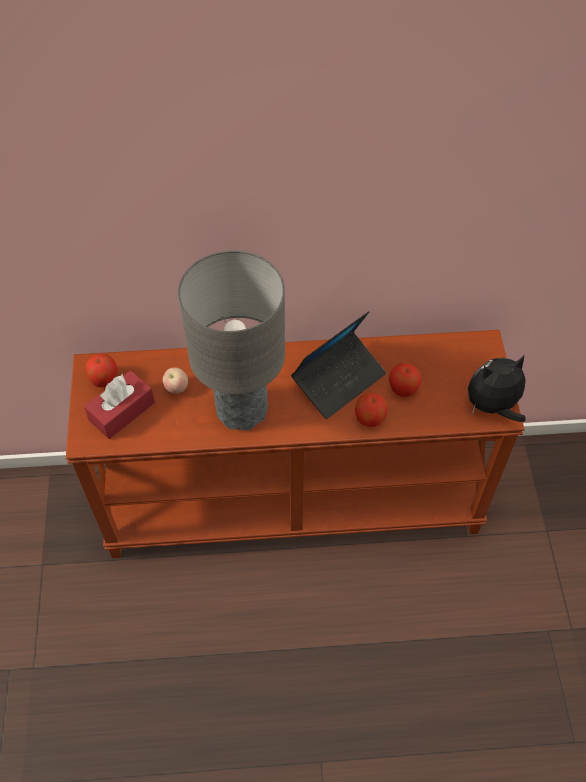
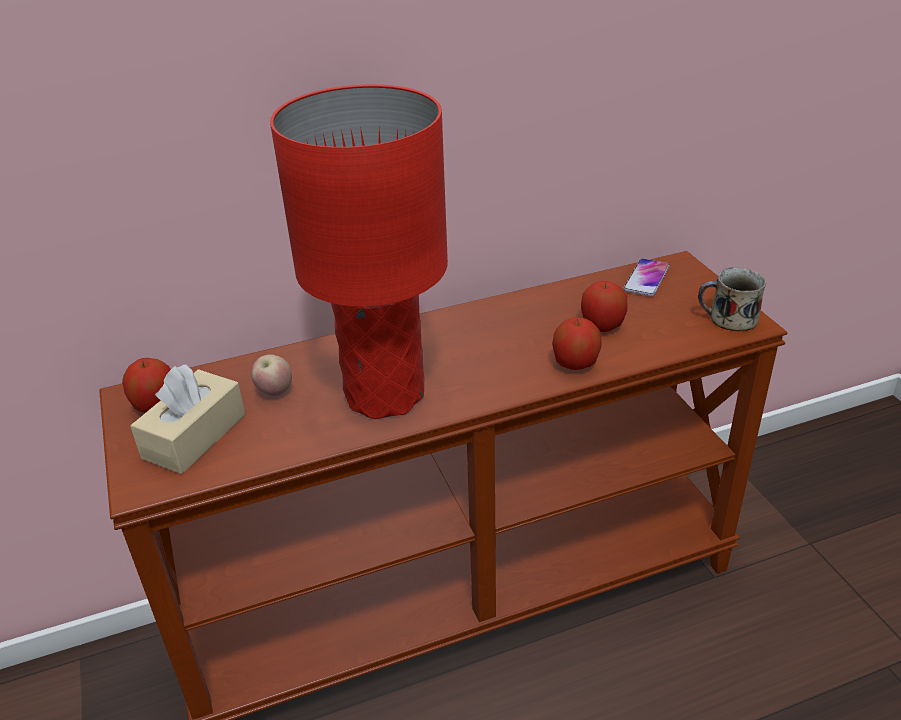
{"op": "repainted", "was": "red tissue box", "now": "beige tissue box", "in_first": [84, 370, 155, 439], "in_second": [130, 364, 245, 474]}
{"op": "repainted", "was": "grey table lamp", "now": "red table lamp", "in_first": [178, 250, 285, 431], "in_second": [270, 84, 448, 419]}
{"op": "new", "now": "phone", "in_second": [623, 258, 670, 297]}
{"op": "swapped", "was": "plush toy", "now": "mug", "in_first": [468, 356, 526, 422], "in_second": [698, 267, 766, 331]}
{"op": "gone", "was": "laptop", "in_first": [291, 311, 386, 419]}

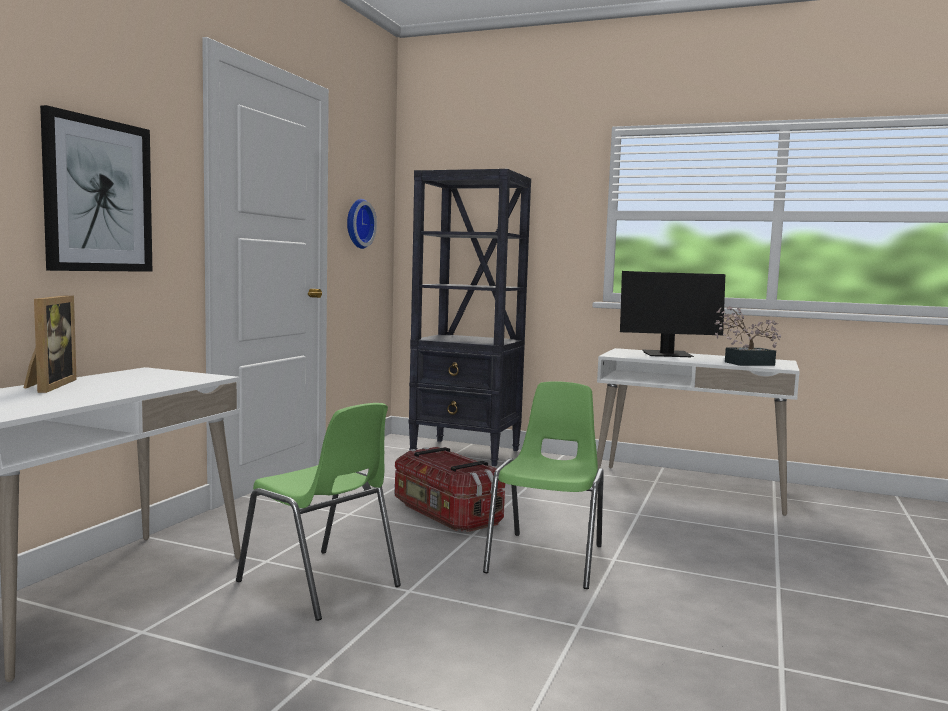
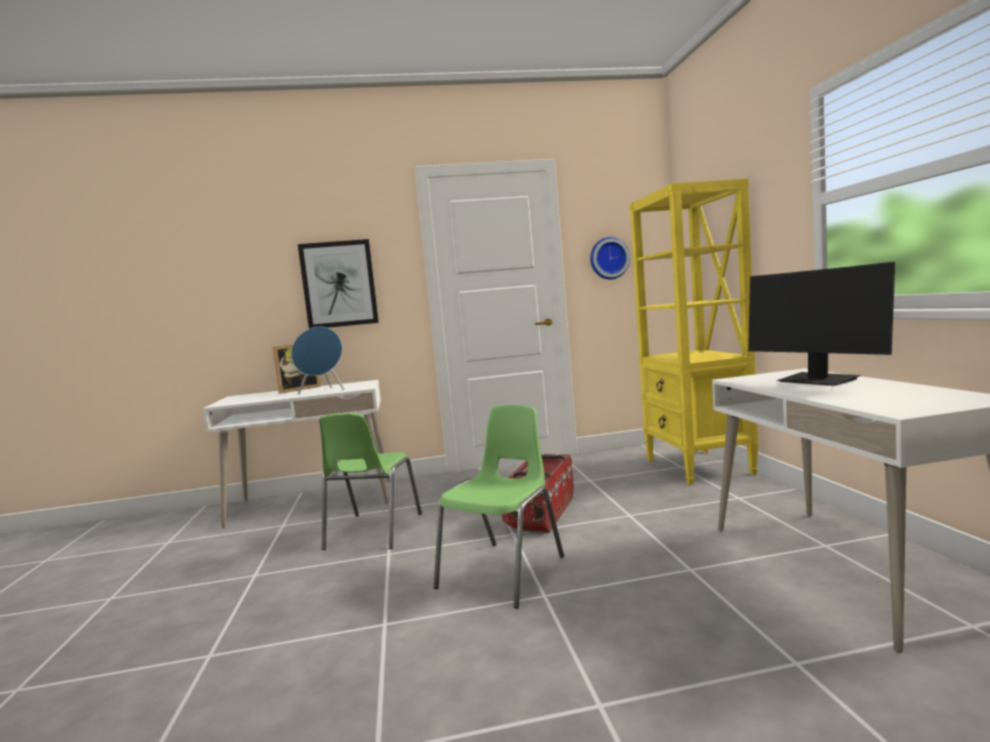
{"op": "new", "now": "blue speaker", "in_second": [291, 327, 345, 394]}
{"op": "rotated", "was": "green chair", "in_first": [483, 381, 604, 589], "in_second": [434, 405, 564, 609], "clockwise": -45}
{"op": "repainted", "was": "black bookcase", "now": "yellow bookcase", "in_first": [408, 169, 531, 466], "in_second": [629, 178, 758, 485]}
{"op": "gone", "was": "potted plant", "in_first": [715, 306, 781, 366]}

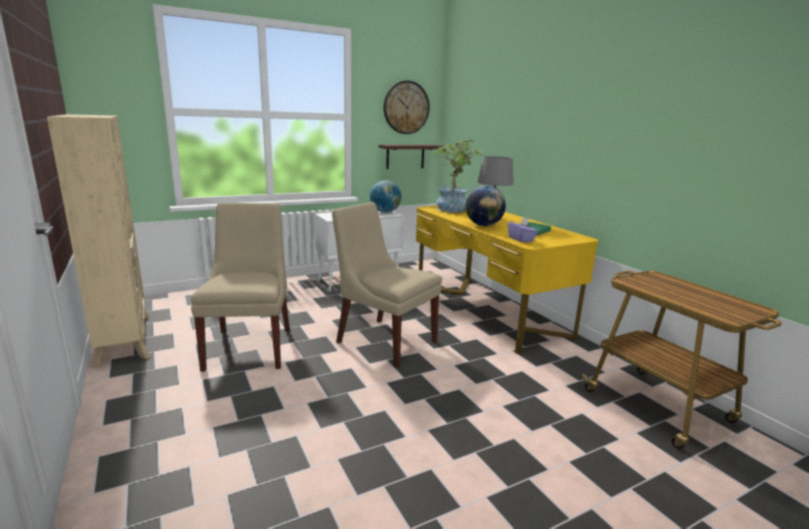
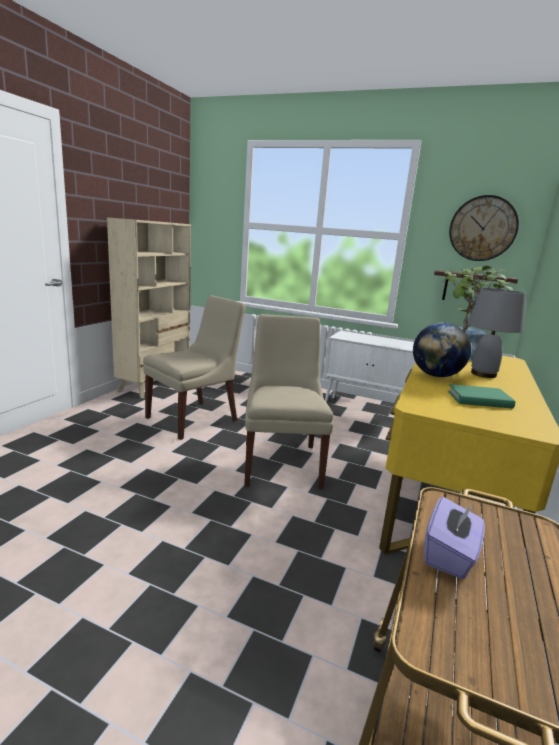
{"op": "shifted", "was": "purple tissue box", "in_first": [508, 217, 538, 243], "in_second": [424, 497, 485, 579]}
{"op": "gone", "was": "globe", "in_first": [370, 180, 402, 213]}

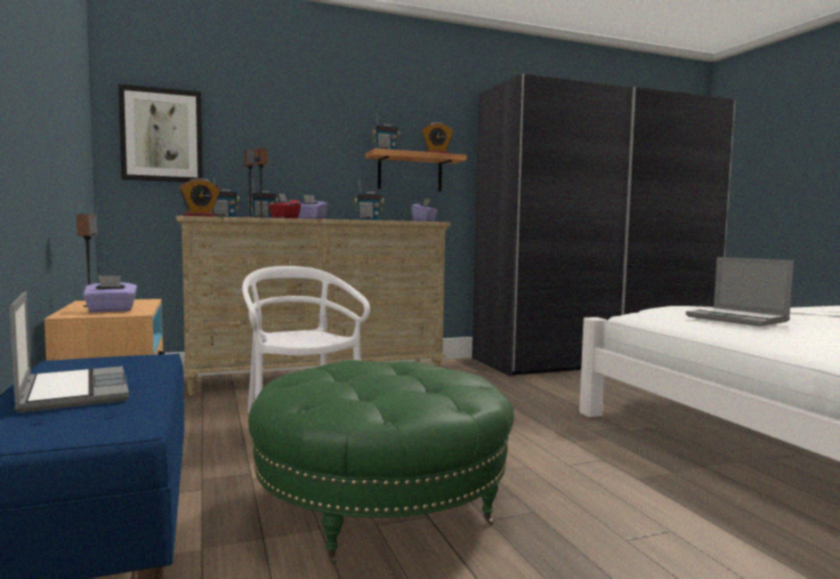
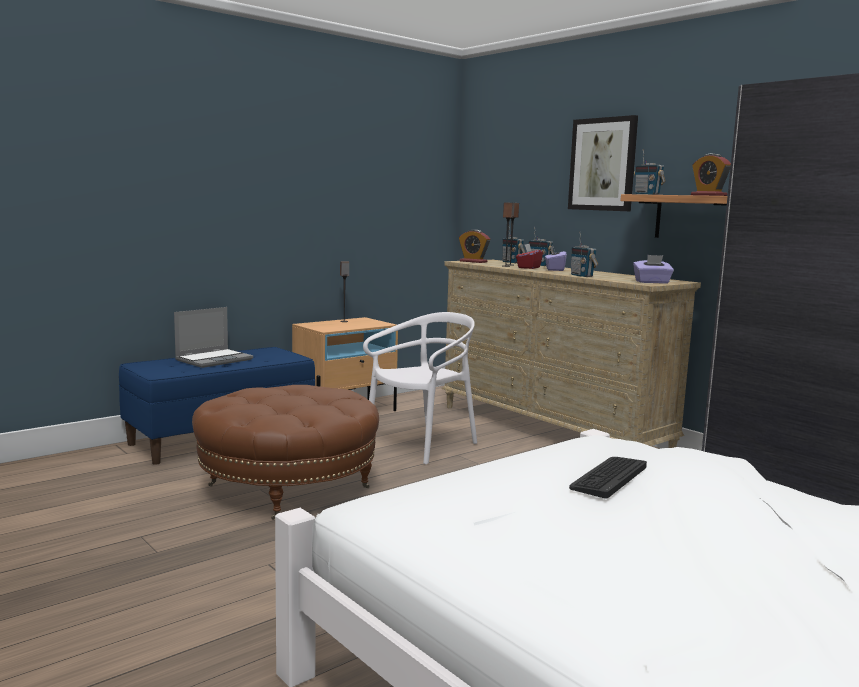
{"op": "repainted", "was": "green ottoman", "now": "brown ottoman", "in_first": [248, 360, 514, 564], "in_second": [192, 385, 379, 520]}
{"op": "shifted", "was": "picture", "in_first": [118, 84, 203, 182], "in_second": [568, 115, 638, 211]}
{"op": "swapped", "was": "laptop", "now": "keyboard", "in_first": [686, 257, 794, 326], "in_second": [569, 457, 647, 499]}
{"op": "gone", "was": "purple tissue box", "in_first": [83, 275, 137, 312]}

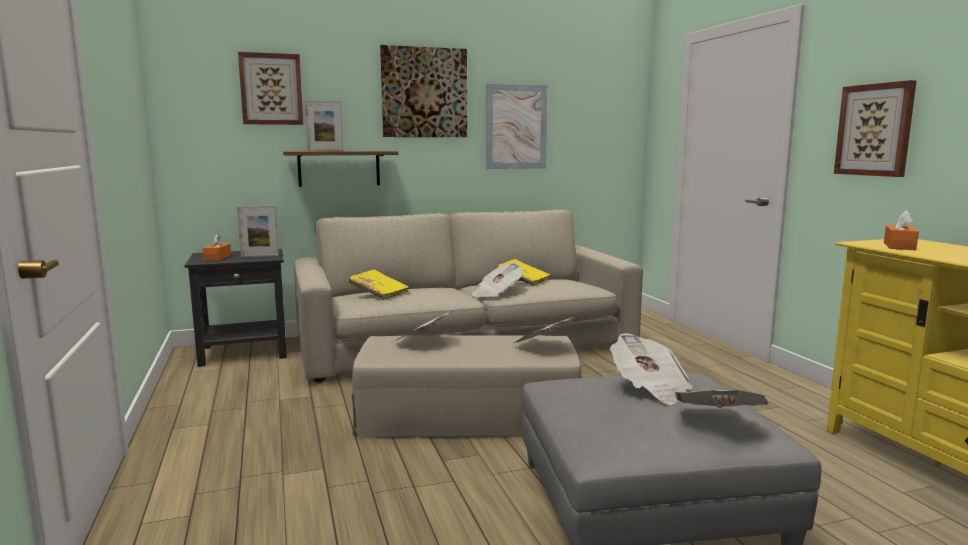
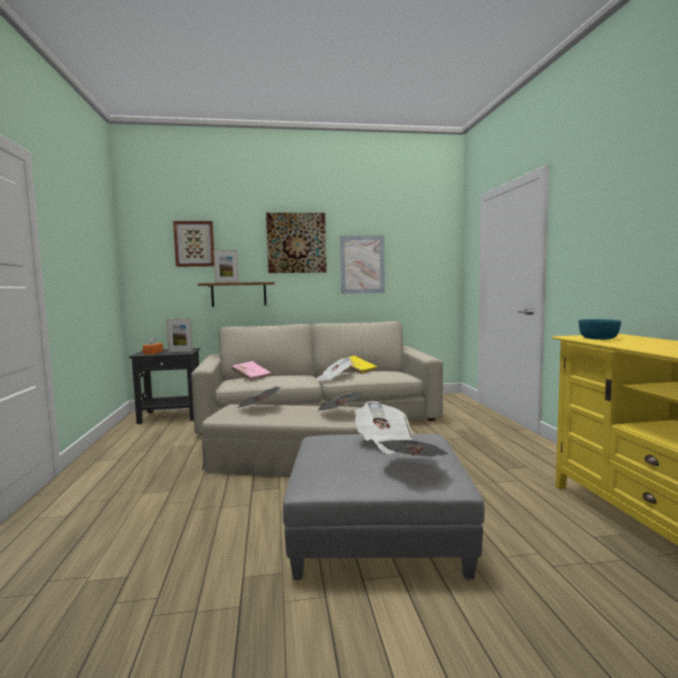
{"op": "repainted", "was": "yellow book", "now": "pink book", "in_first": [349, 269, 409, 300], "in_second": [232, 361, 272, 381]}
{"op": "swapped", "was": "orange tissue box", "now": "turquoise bowl", "in_first": [884, 210, 919, 250], "in_second": [579, 319, 621, 340]}
{"op": "gone", "was": "picture", "in_first": [834, 80, 917, 177]}

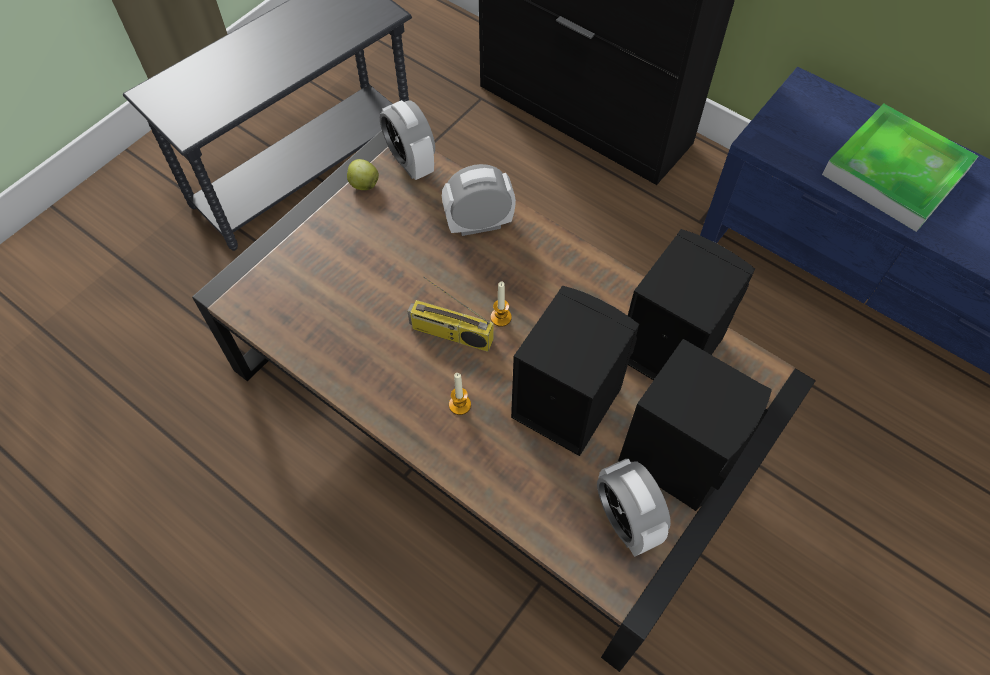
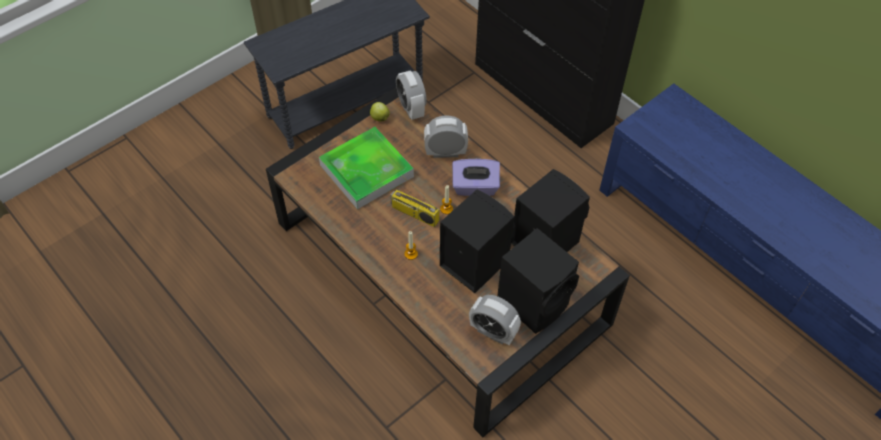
{"op": "shifted", "was": "tray", "in_first": [822, 104, 979, 232], "in_second": [319, 127, 414, 209]}
{"op": "new", "now": "purple tissue box", "in_second": [452, 159, 500, 196]}
{"op": "rotated", "was": "alarm clock", "in_first": [597, 459, 671, 557], "in_second": [469, 295, 521, 345], "clockwise": -45}

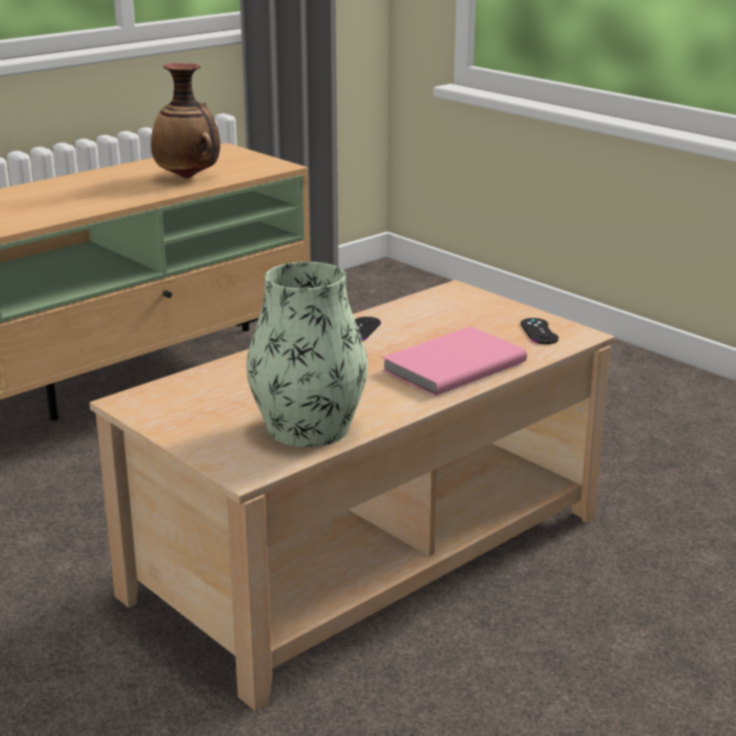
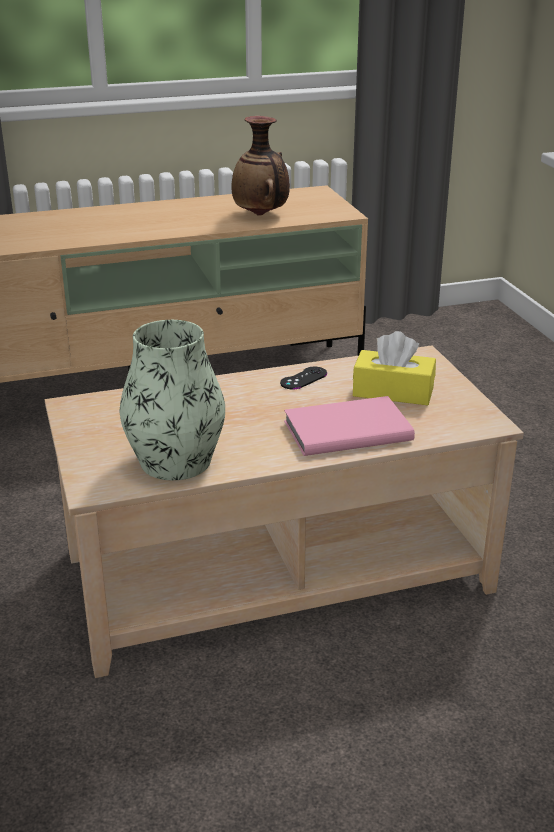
{"op": "new", "now": "yellow tissue box", "in_second": [353, 331, 436, 405]}
{"op": "gone", "was": "black game controller", "in_first": [521, 318, 559, 344]}

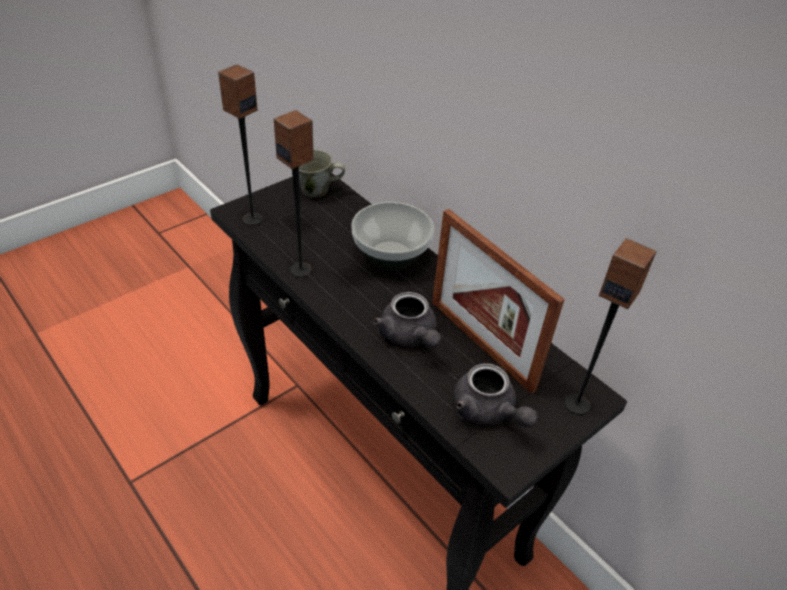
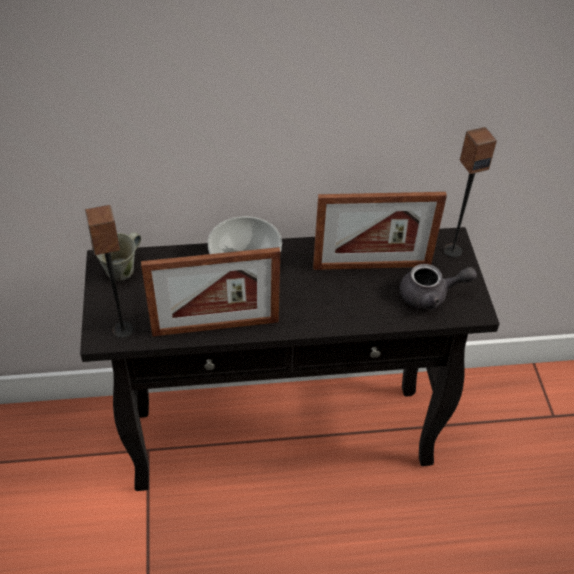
{"op": "swapped", "was": "speaker", "now": "picture frame", "in_first": [274, 110, 314, 277], "in_second": [141, 247, 280, 336]}
{"op": "gone", "was": "grey teapot", "in_first": [373, 292, 442, 348]}

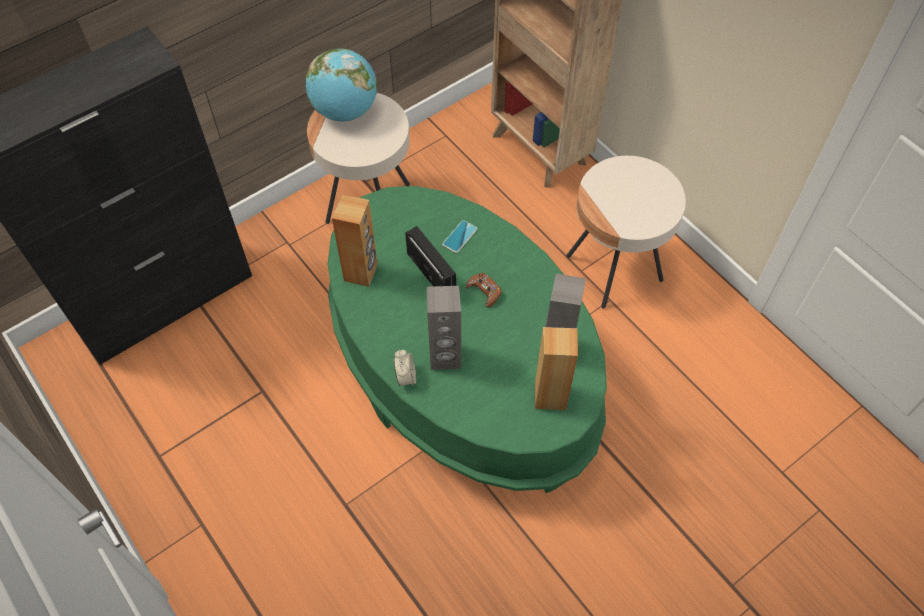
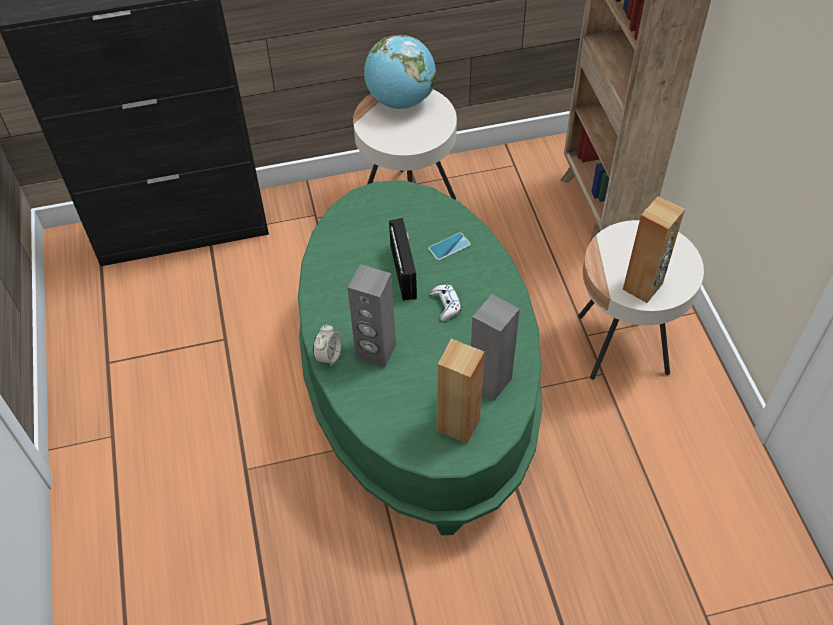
{"op": "repainted", "was": "brown game controller", "now": "white game controller", "in_first": [466, 273, 502, 308], "in_second": [430, 285, 462, 321]}
{"op": "shifted", "was": "brown speaker", "in_first": [332, 195, 378, 287], "in_second": [623, 196, 685, 303]}

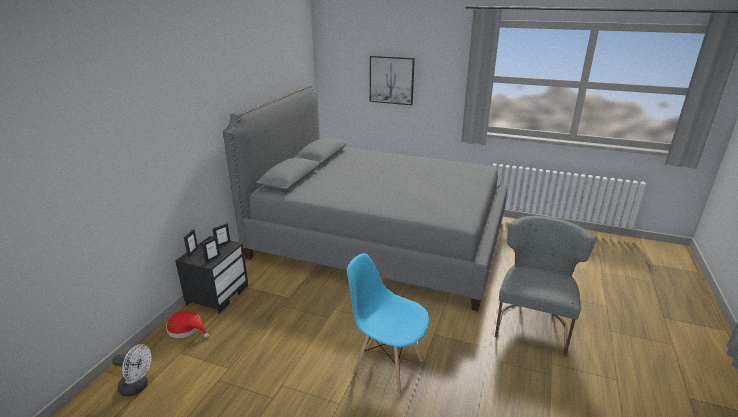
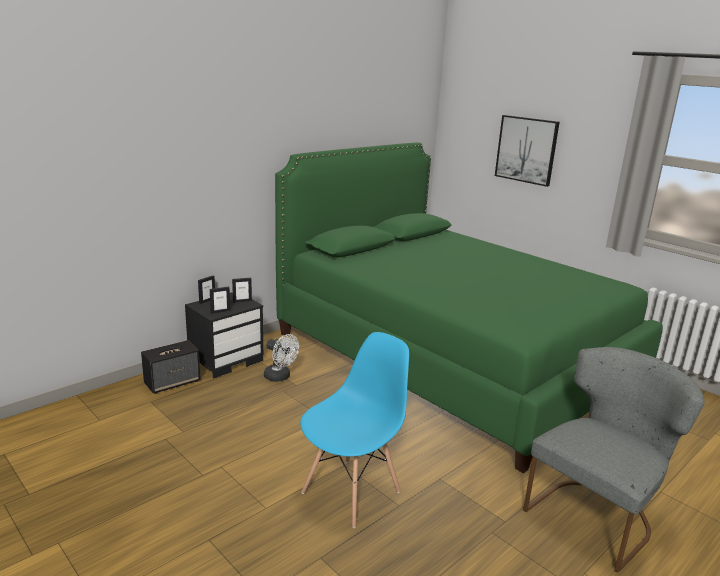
{"op": "swapped", "was": "red hat", "now": "speaker", "in_first": [166, 310, 209, 338], "in_second": [141, 340, 201, 394]}
{"op": "shifted", "was": "white fan", "in_first": [112, 344, 151, 397], "in_second": [264, 334, 299, 382]}
{"op": "repainted", "was": "grey bed", "now": "green bed", "in_first": [223, 84, 507, 311], "in_second": [275, 142, 663, 473]}
{"op": "rotated", "was": "blue chair", "in_first": [347, 253, 429, 396], "in_second": [300, 332, 409, 528], "clockwise": 75}

